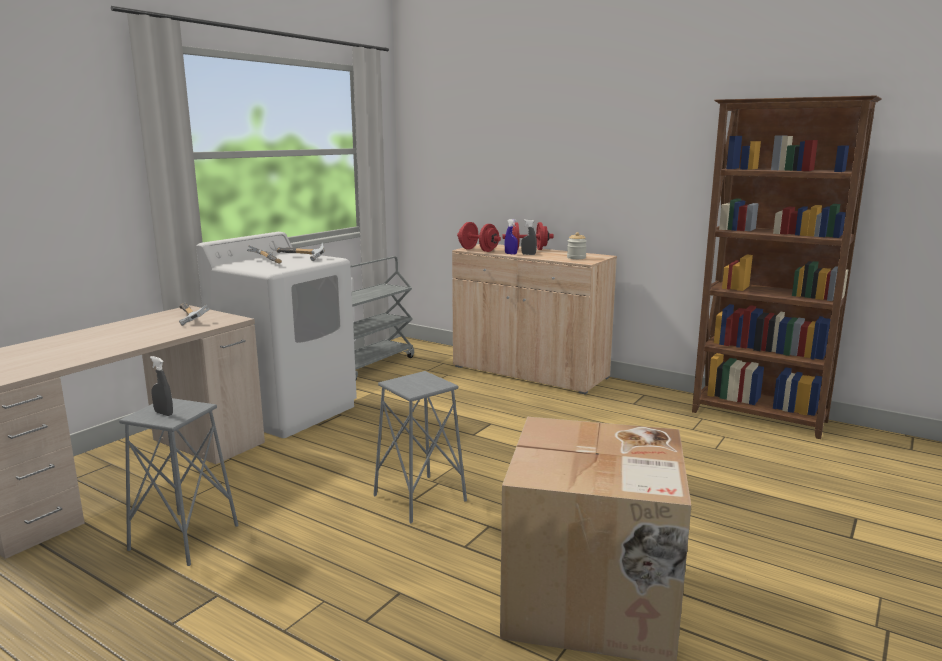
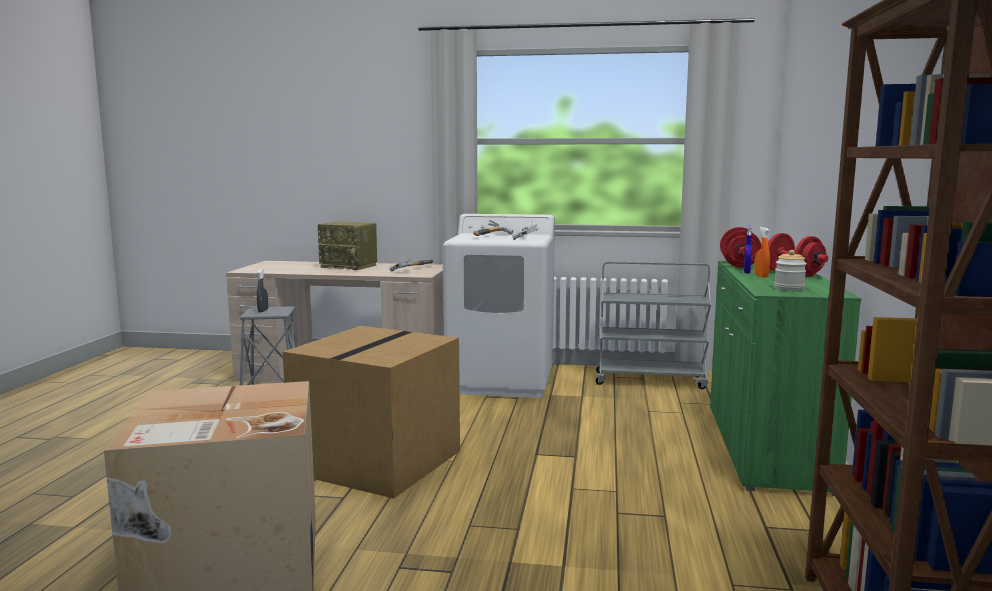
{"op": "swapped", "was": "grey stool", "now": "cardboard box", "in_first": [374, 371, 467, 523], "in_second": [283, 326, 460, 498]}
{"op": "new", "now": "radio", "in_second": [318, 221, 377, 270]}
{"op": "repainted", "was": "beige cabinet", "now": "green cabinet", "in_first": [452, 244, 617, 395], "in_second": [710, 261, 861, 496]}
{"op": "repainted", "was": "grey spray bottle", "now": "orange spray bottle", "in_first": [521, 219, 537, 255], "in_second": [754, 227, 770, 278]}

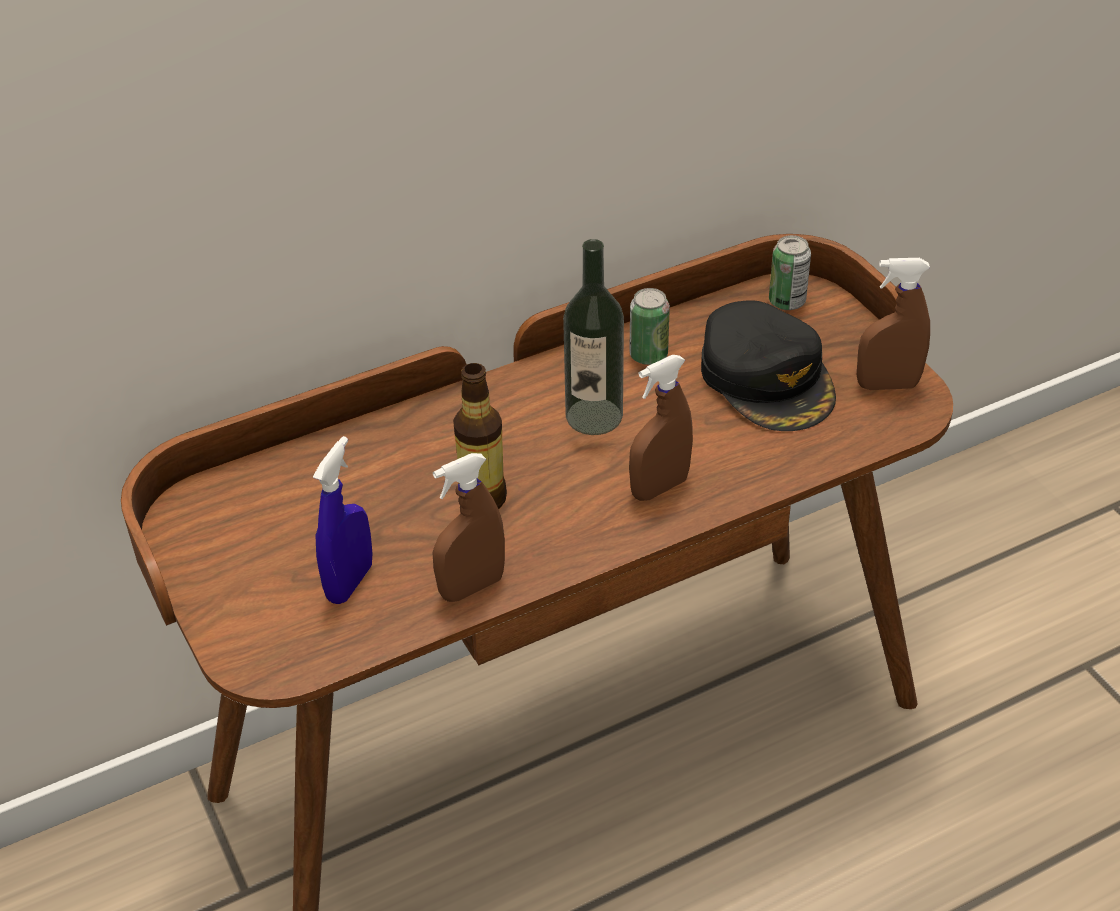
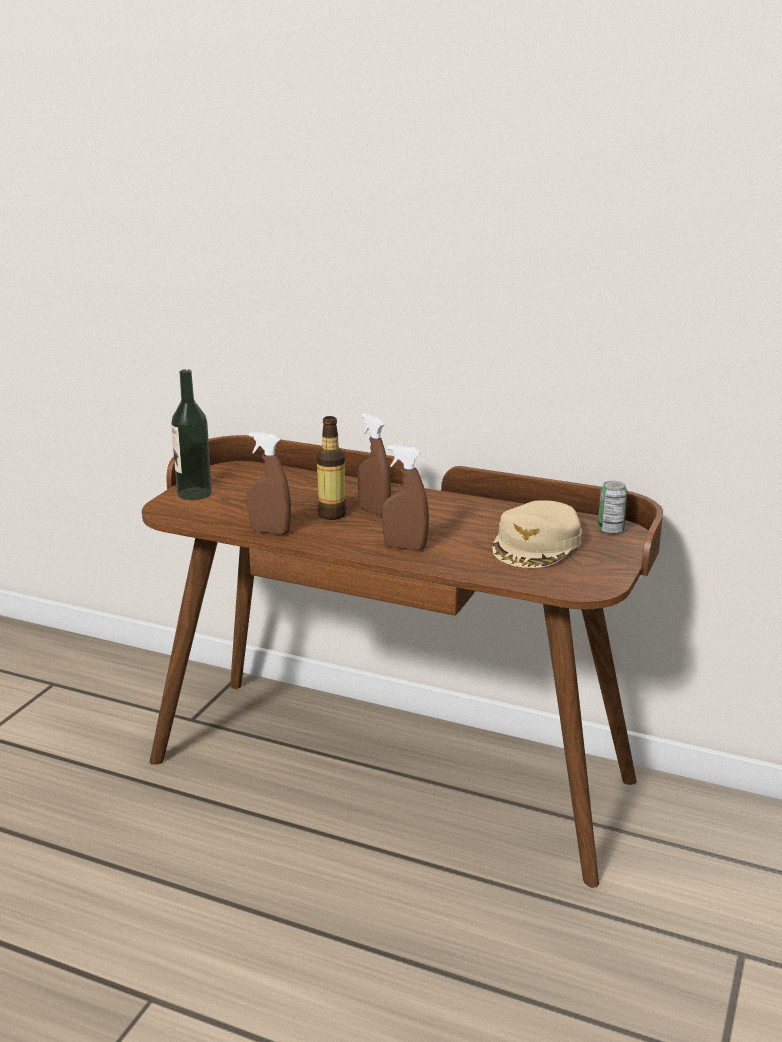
{"op": "shifted", "was": "bottle", "in_first": [563, 239, 624, 435], "in_second": [171, 369, 212, 500]}
{"op": "shifted", "was": "brown spray bottle", "in_first": [857, 258, 930, 390], "in_second": [357, 413, 391, 516]}
{"op": "repainted", "was": "black cap", "now": "beige cap", "in_first": [701, 300, 836, 431], "in_second": [492, 500, 582, 568]}
{"op": "gone", "was": "blue spray bottle", "in_first": [313, 436, 372, 604]}
{"op": "gone", "was": "can", "in_first": [629, 288, 670, 365]}

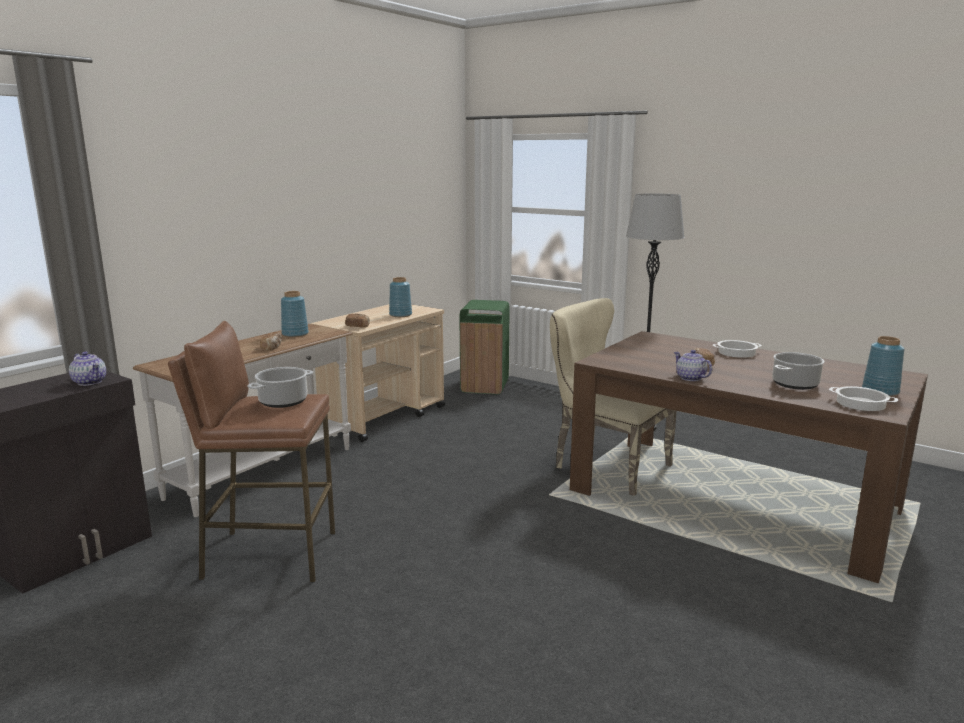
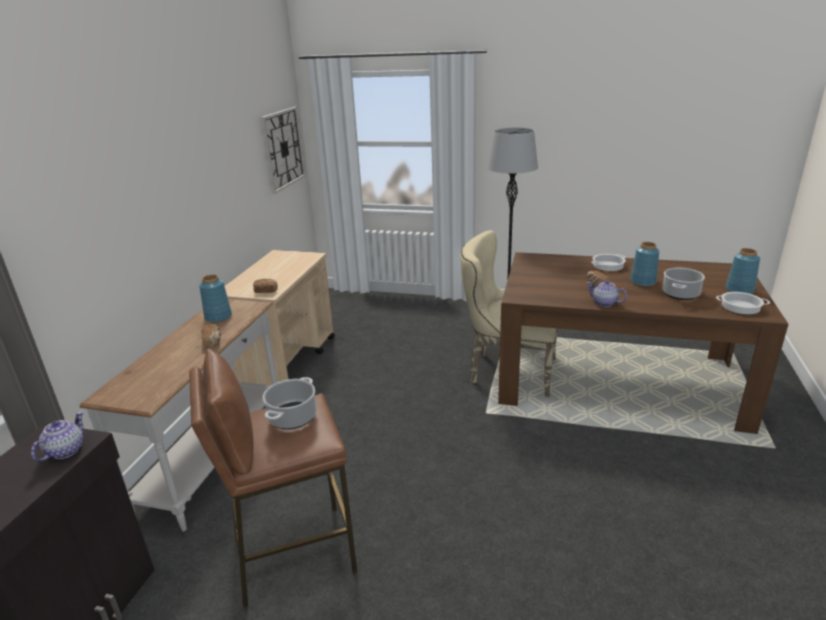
{"op": "rotated", "was": "teapot", "in_first": [69, 352, 106, 386], "in_second": [31, 411, 84, 462], "clockwise": -90}
{"op": "new", "now": "wall clock", "in_second": [260, 107, 305, 194]}
{"op": "shifted", "was": "blue vase", "in_first": [389, 277, 412, 317], "in_second": [630, 242, 659, 287]}
{"op": "gone", "was": "green trash can", "in_first": [460, 300, 510, 394]}

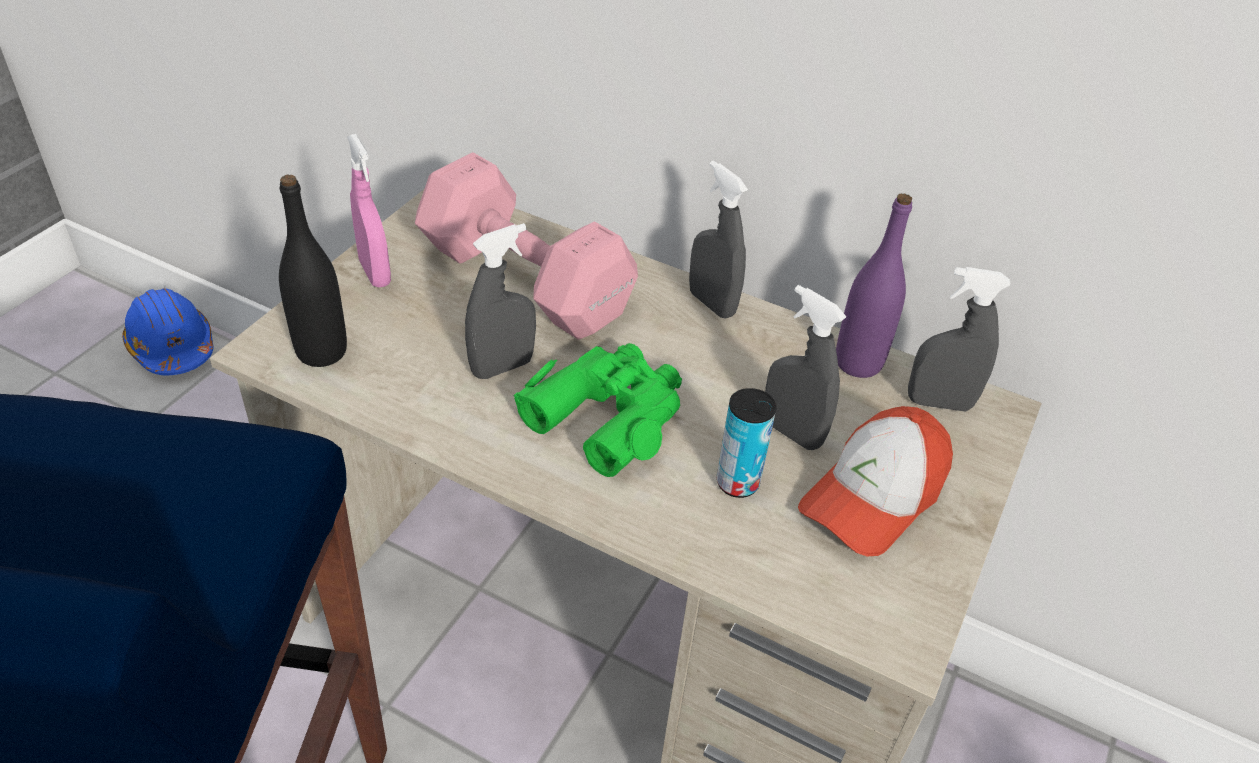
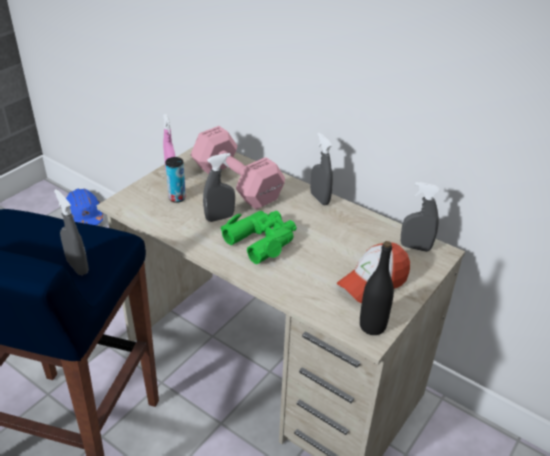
{"op": "shifted", "was": "grey spray bottle", "in_first": [765, 285, 846, 450], "in_second": [54, 189, 89, 275]}
{"op": "shifted", "was": "can", "in_first": [717, 388, 776, 498], "in_second": [165, 157, 186, 203]}
{"op": "shifted", "was": "black bottle", "in_first": [279, 175, 347, 367], "in_second": [360, 241, 394, 335]}
{"op": "gone", "was": "purple bottle", "in_first": [836, 194, 912, 378]}

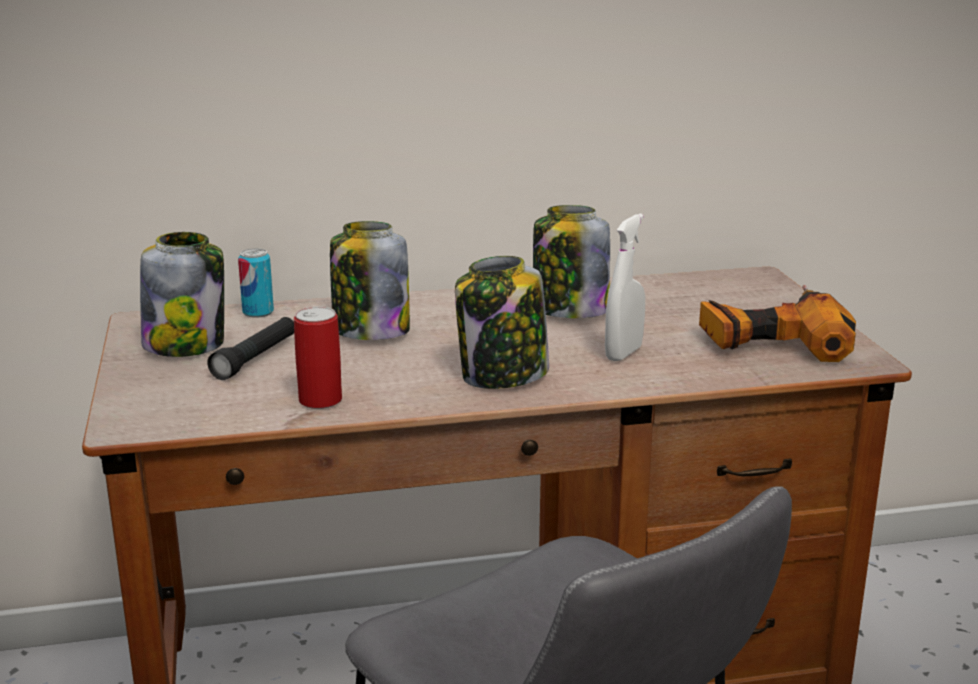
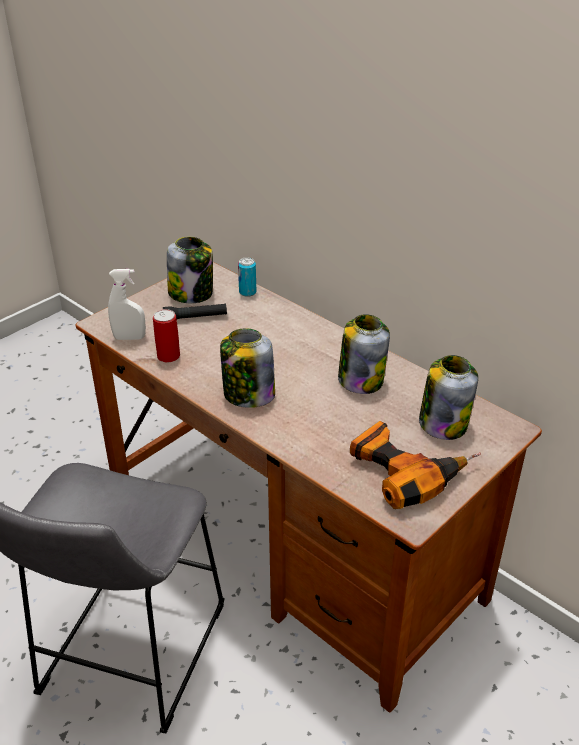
{"op": "shifted", "was": "white spray bottle", "in_first": [605, 214, 645, 361], "in_second": [108, 269, 146, 340]}
{"op": "shifted", "was": "jar", "in_first": [330, 221, 410, 340], "in_second": [419, 355, 478, 440]}

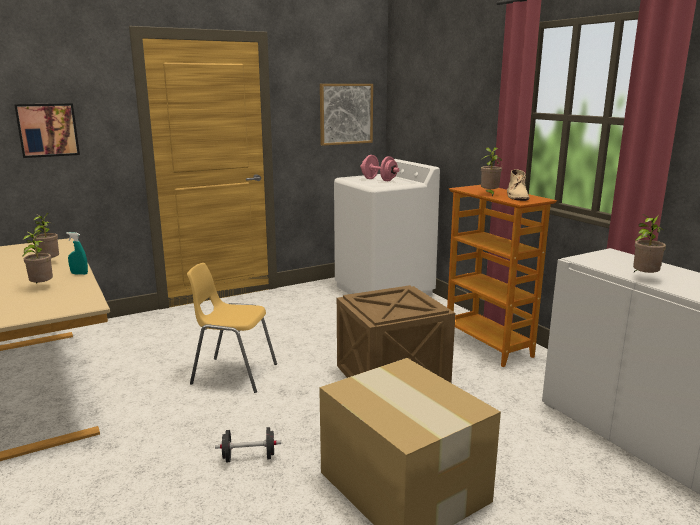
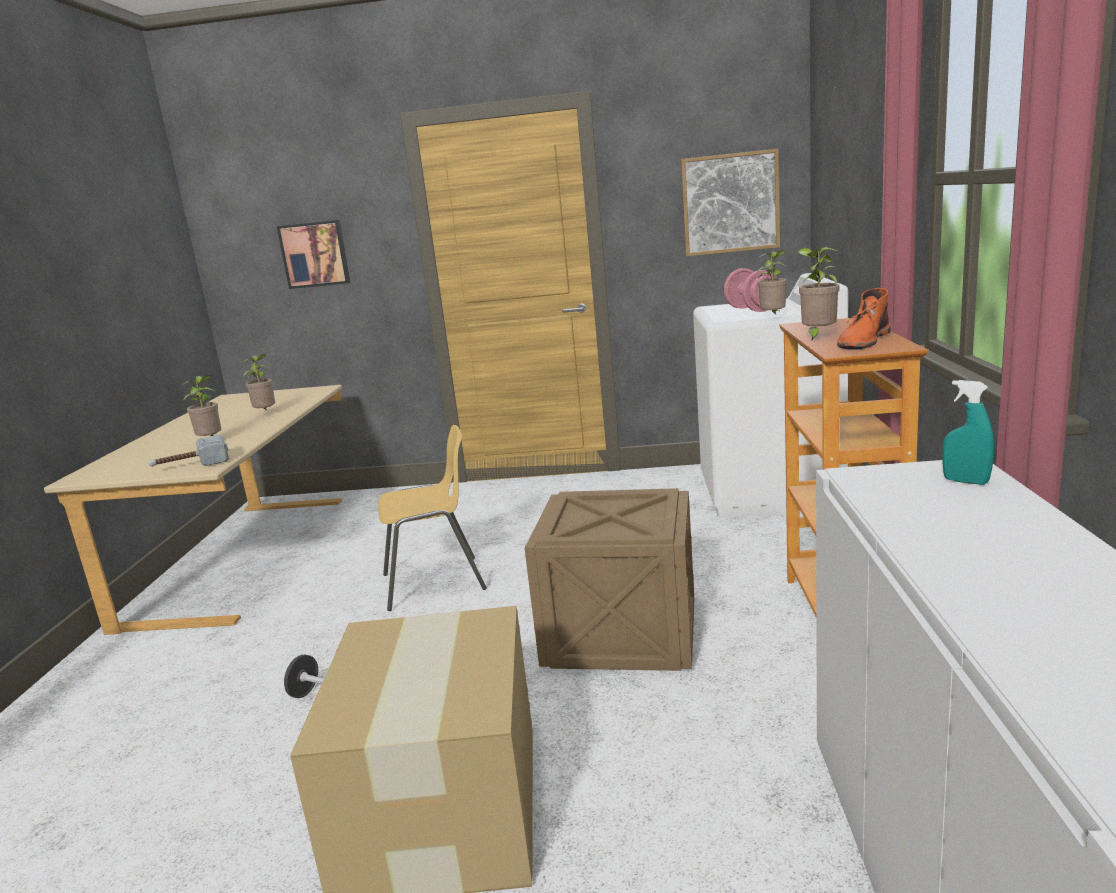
{"op": "new", "now": "hammer", "in_second": [149, 435, 229, 467]}
{"op": "rotated", "was": "yellow chair", "in_first": [187, 263, 277, 393], "in_second": [378, 425, 487, 611], "clockwise": 120}
{"op": "shifted", "was": "potted plant", "in_first": [633, 214, 666, 273], "in_second": [757, 250, 788, 314]}
{"op": "repainted", "was": "beige boot", "now": "orange boot", "in_first": [507, 169, 530, 201], "in_second": [837, 288, 891, 349]}
{"op": "shifted", "was": "turquoise spray bottle", "in_first": [66, 232, 88, 275], "in_second": [943, 380, 994, 485]}

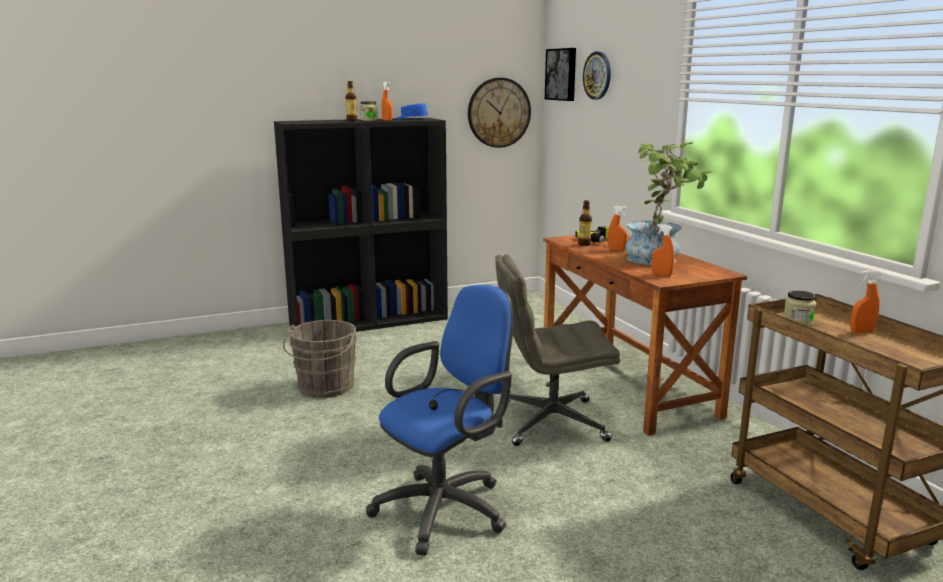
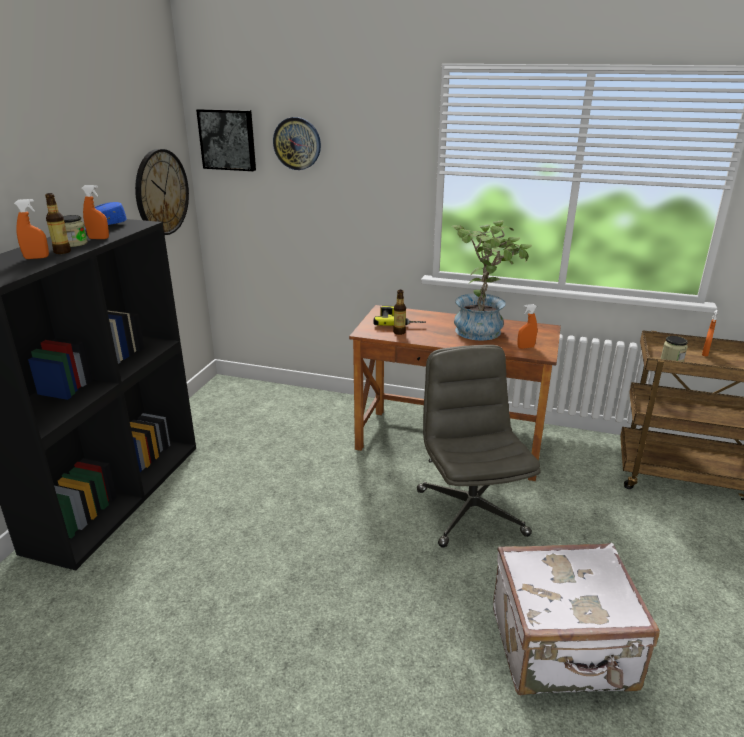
{"op": "shifted", "was": "orange spray bottle", "in_first": [608, 205, 627, 251], "in_second": [14, 199, 49, 259]}
{"op": "rotated", "was": "grey office chair", "in_first": [495, 254, 620, 446], "in_second": [417, 345, 541, 548], "clockwise": 135}
{"op": "swapped", "was": "blue office chair", "now": "white suitcase", "in_first": [366, 285, 513, 556], "in_second": [493, 543, 660, 695]}
{"op": "gone", "was": "grey bucket", "in_first": [283, 320, 357, 398]}

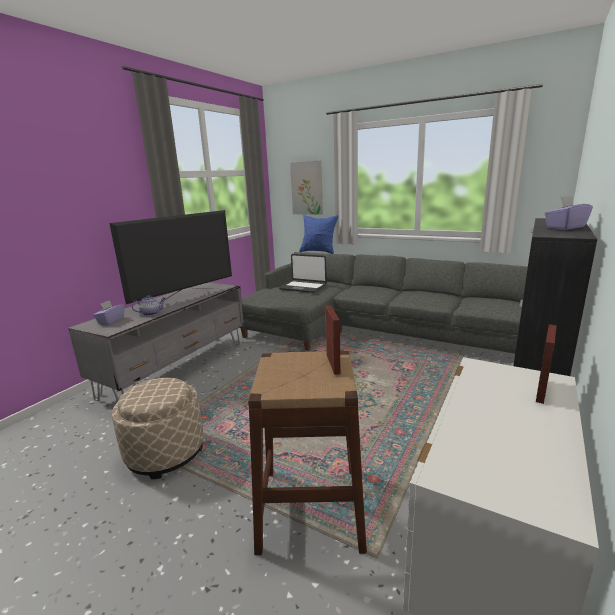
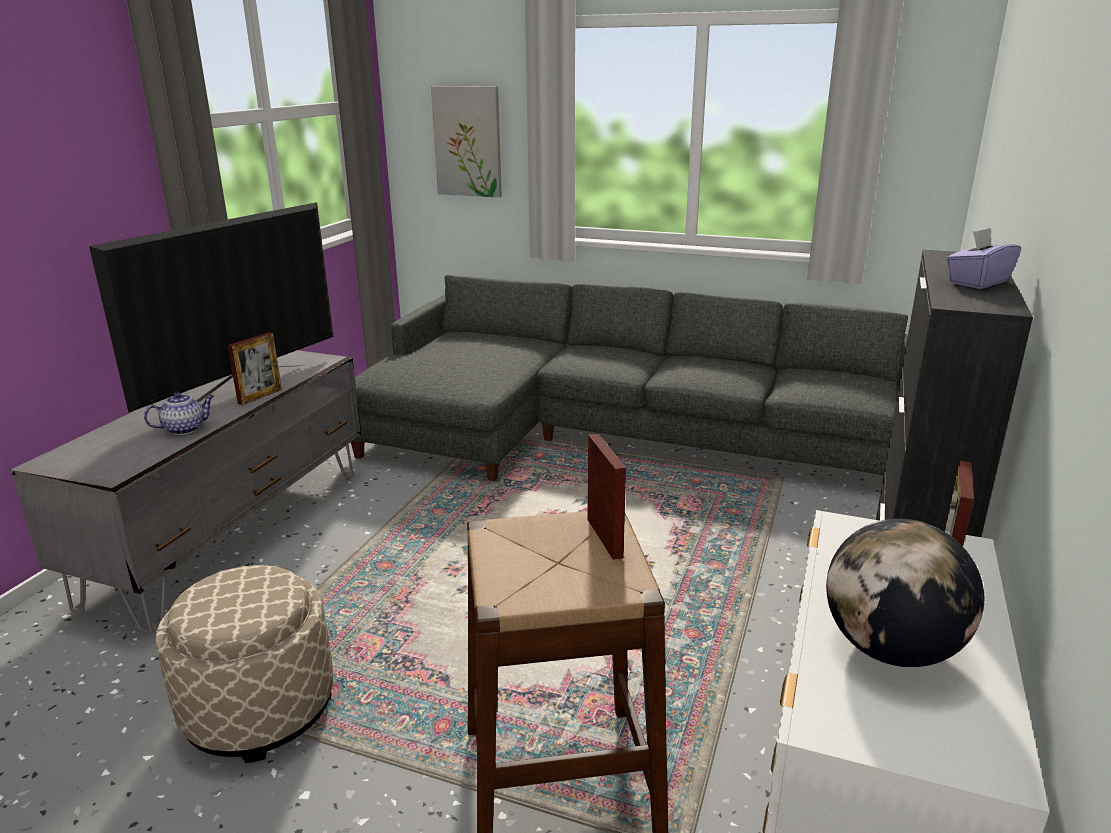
{"op": "new", "now": "picture frame", "in_second": [227, 332, 282, 405]}
{"op": "new", "now": "globe", "in_second": [826, 519, 984, 667]}
{"op": "gone", "was": "purple tissue box", "in_first": [93, 300, 124, 325]}
{"op": "gone", "was": "laptop", "in_first": [279, 254, 327, 293]}
{"op": "gone", "was": "blue pillow", "in_first": [299, 215, 339, 254]}

